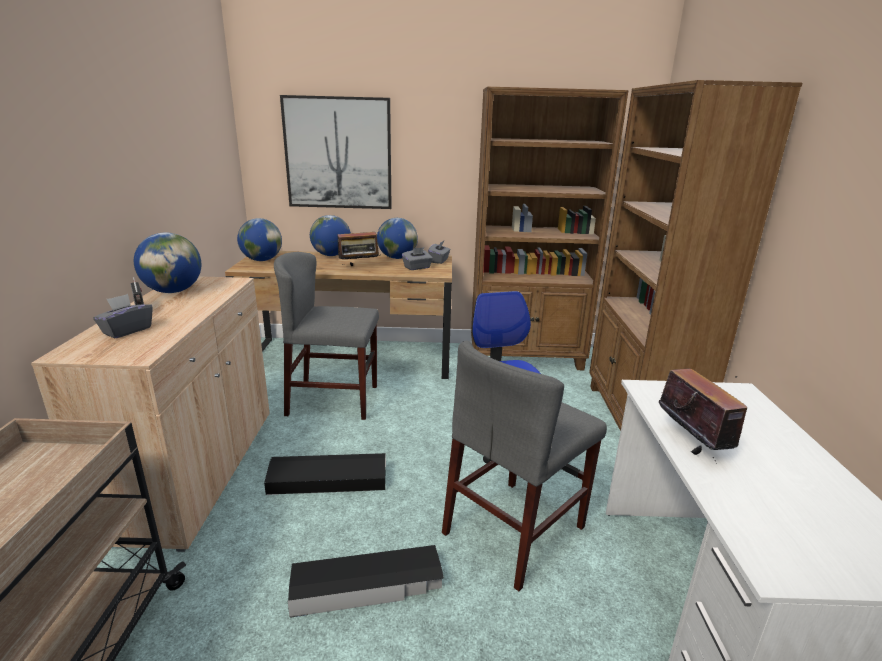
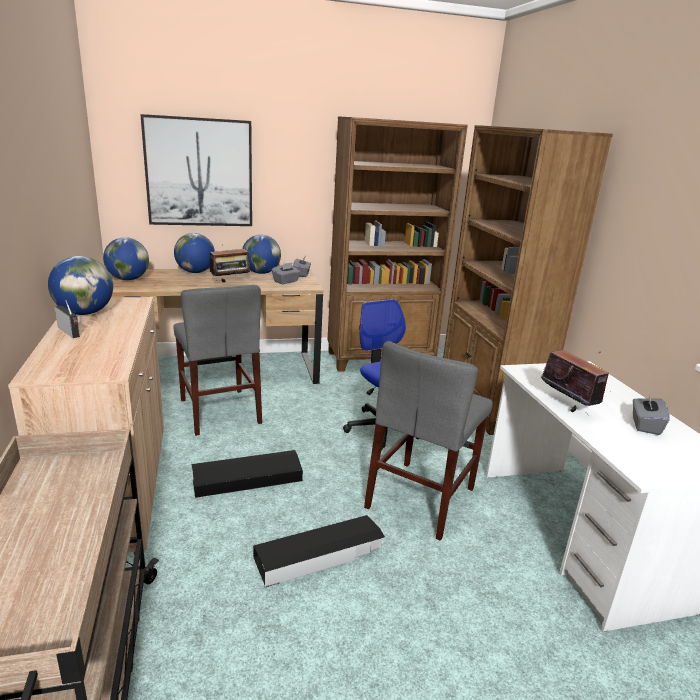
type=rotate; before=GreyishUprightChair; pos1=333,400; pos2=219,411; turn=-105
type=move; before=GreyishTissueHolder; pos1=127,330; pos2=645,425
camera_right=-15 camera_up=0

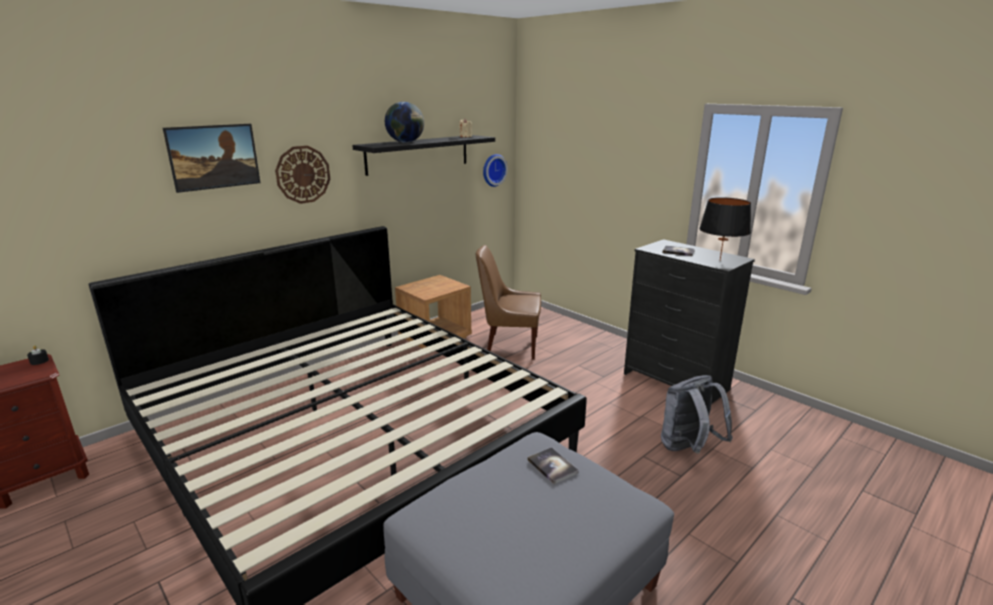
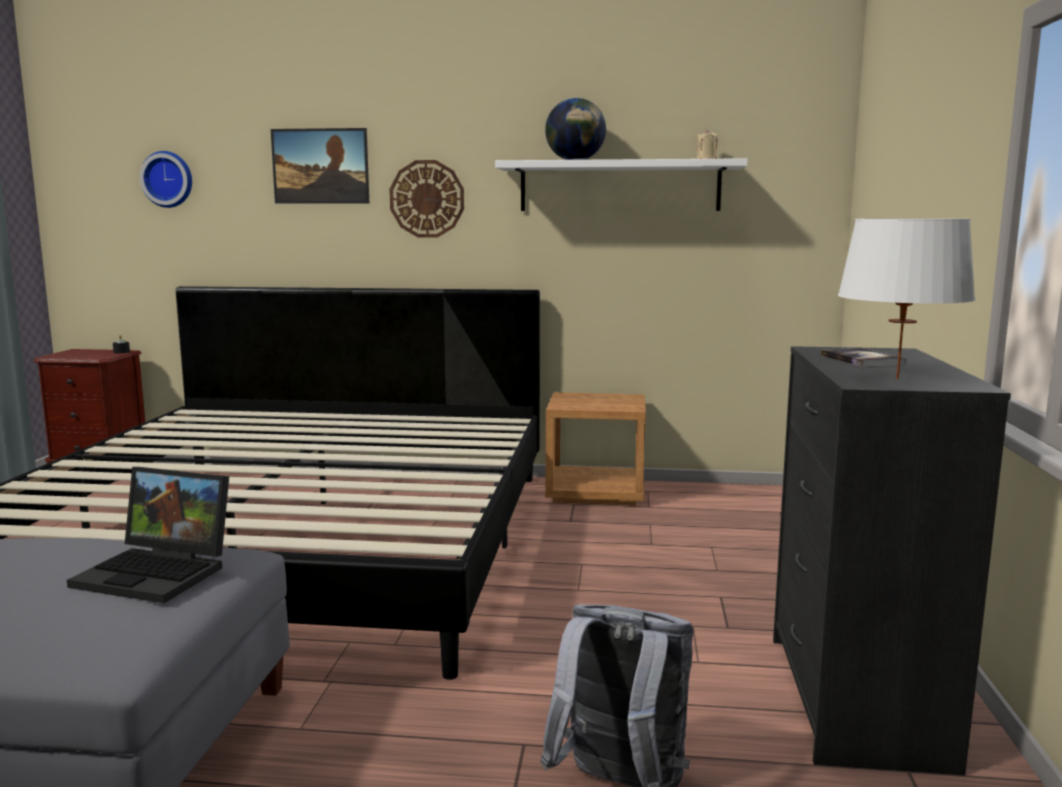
type=recolor; before=BlackColouredBracketShelf; after=WhiteColouredBracketShelf; pos1=418,154; pos2=619,187
type=move; before=WallClock; pos1=493,170; pos2=168,179
type=recolor; before=BlackColouredTabletopLamp; after=WhiteColouredTabletopLamp; pos1=720,260; pos2=898,379
type=delete; before=BrownishUprightChair; pos1=509,346
type=replace; before=Book; after=PortableComputer; pos1=552,466; pos2=160,572
camera_right=50 camera_up=-10

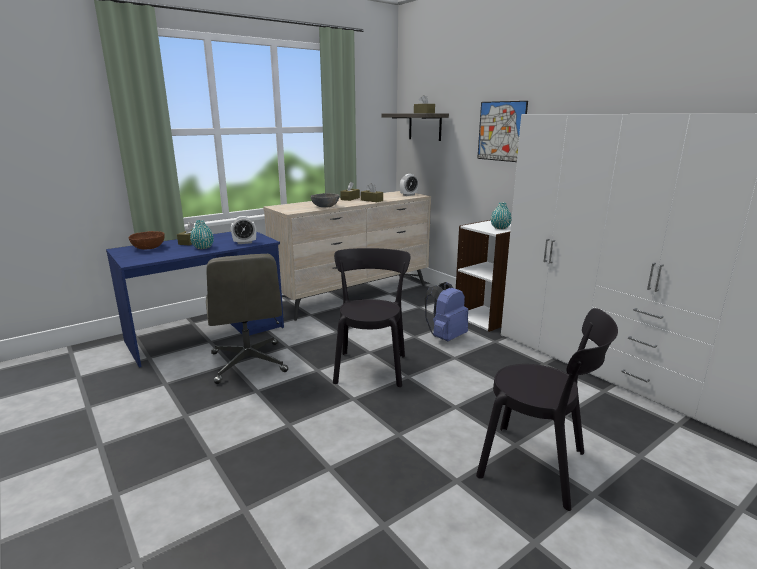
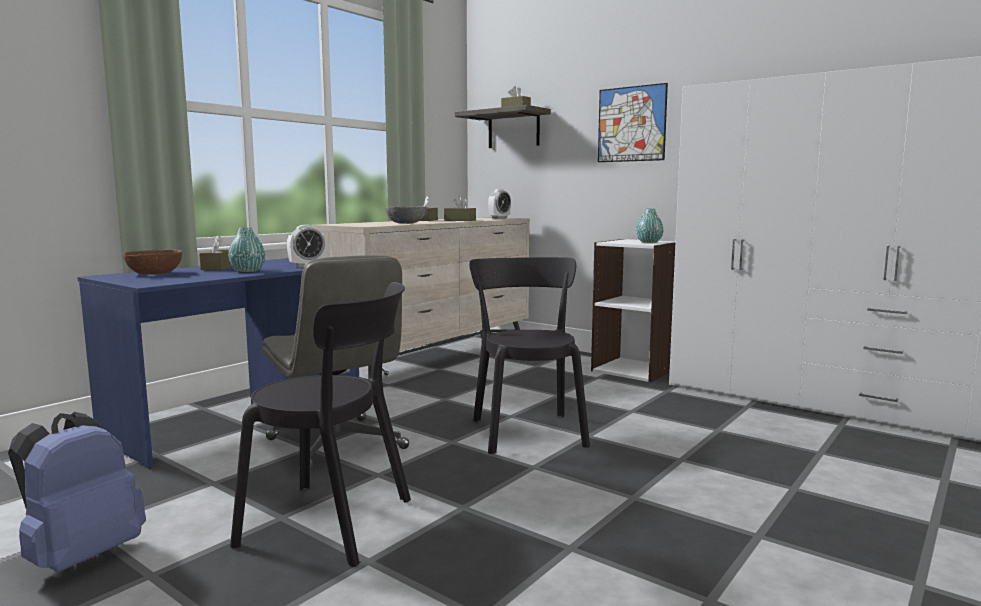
type=move; before=BlueKnapsack; pos1=445,337; pos2=81,556
type=move; before=BlackColouredUprightChair; pos1=538,466; pos2=334,523
camera_right=-15 camera_up=-10

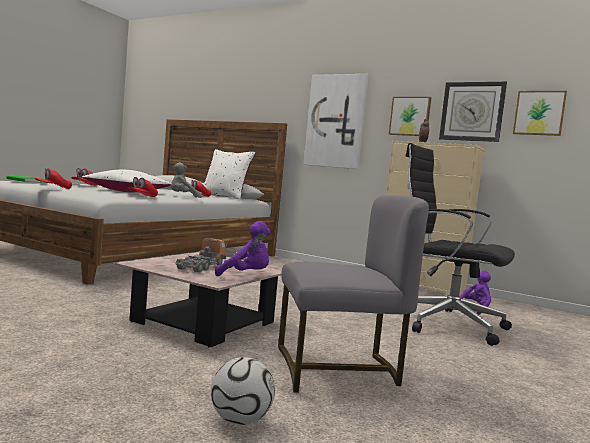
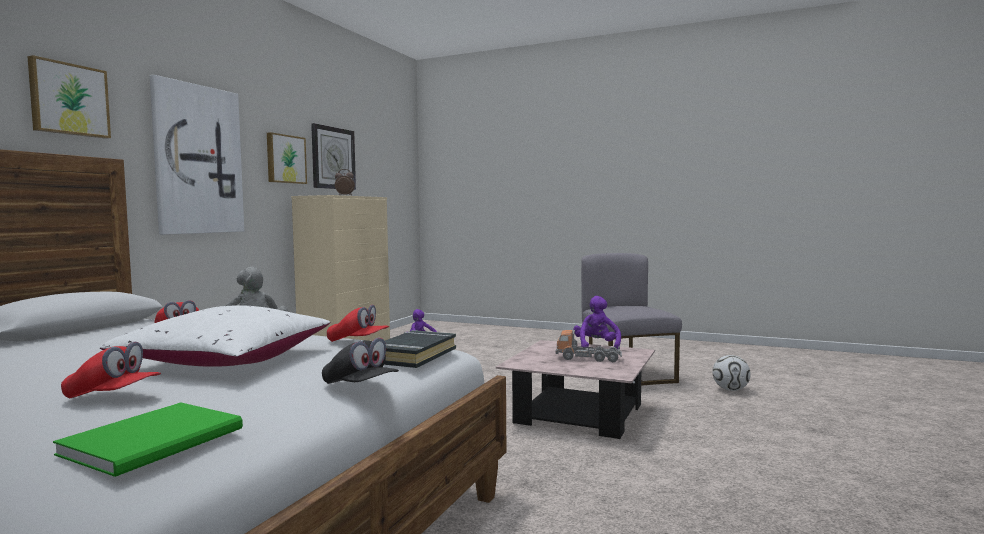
type=move; before=Picture; pos1=539,113; pos2=68,99
type=delete; before=BlackColouredDeskChair; pos1=445,323
type=delete; before=WhiteColouredCushion; pos1=224,196
type=recolor; before=ReddishPeakedCap; after=BlackColouredPeakedCap; pos1=53,188; pos2=360,387
type=insert; after=BlackColouredBook; pos2=413,355
camera_right=-95 camera_up=0

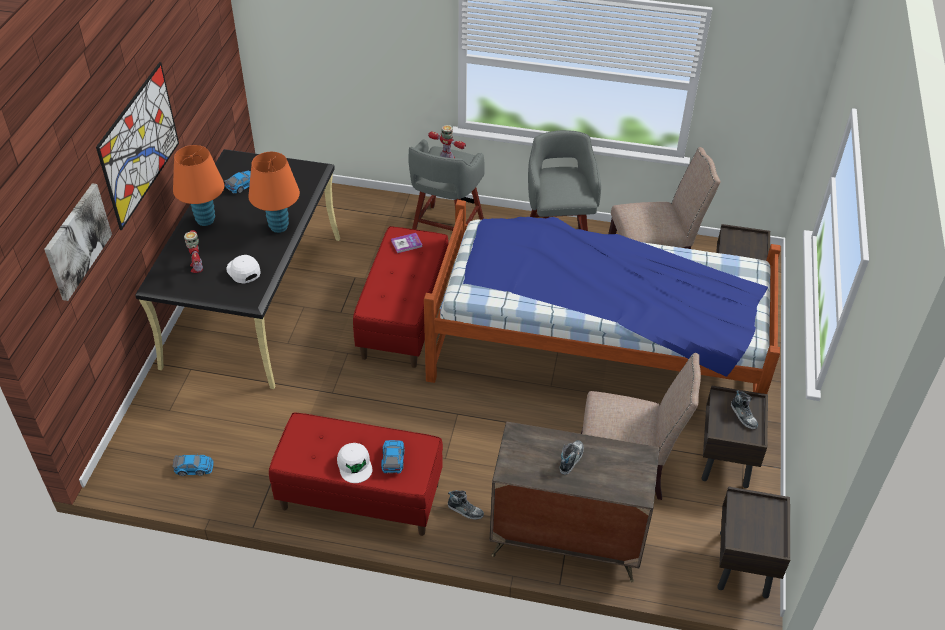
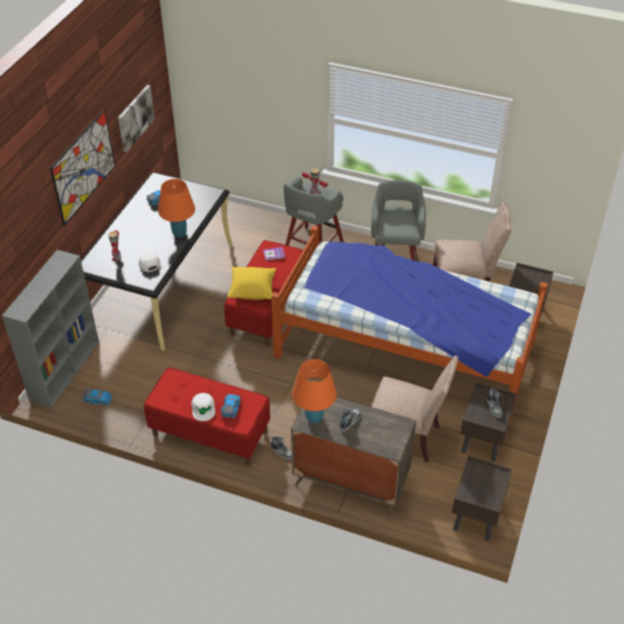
type=move; before=OrangeTabletopLamp; pos1=205,220; pos2=314,417
type=move; before=Picture; pos1=77,241; pos2=135,117
type=insert; after=GreyishBookcase; pos2=65,370
type=insert; after=YellowishCushion; pos2=252,291
camera_right=10 camera_up=0

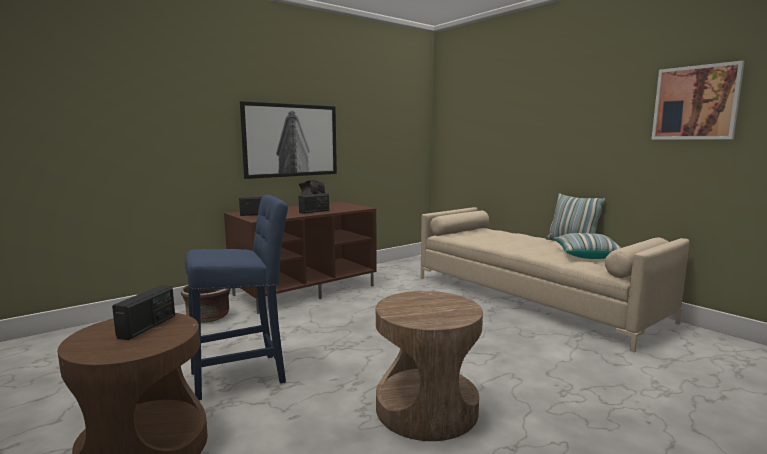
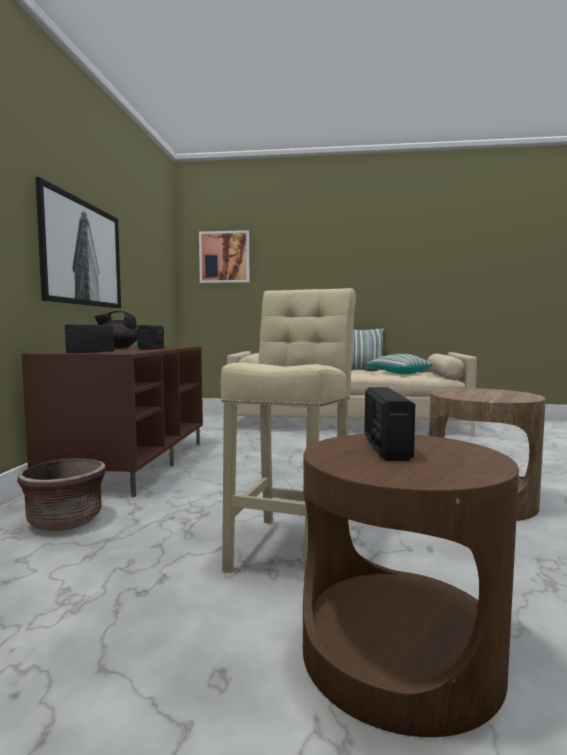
type=move; before=Picture; pos1=695,103; pos2=224,257
type=recolor; before=BlueSittingStool; after=BeigeColouredSittingStool; pos1=244,375; pos2=291,546
type=rotate; before=Radio; pos1=147,326; pos2=385,447; turn=-150
camera_right=-45 camera_up=-5

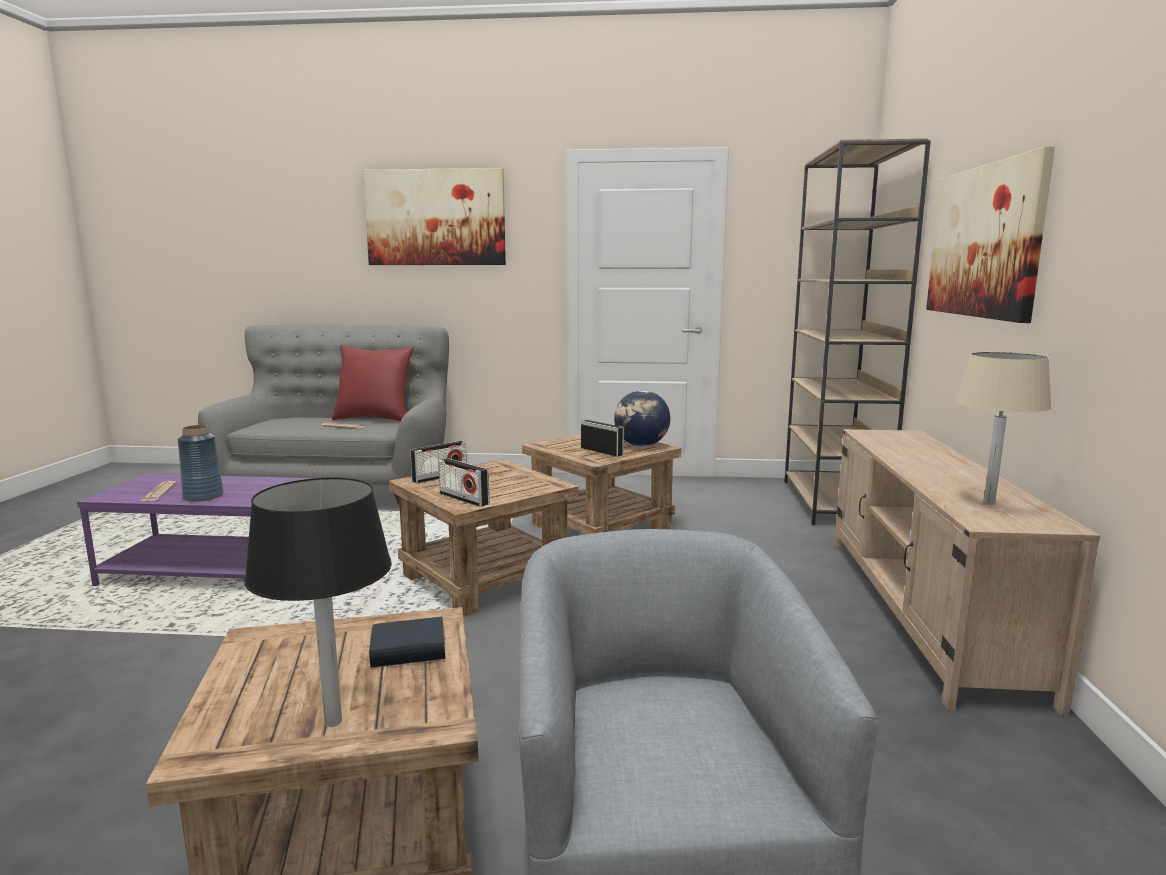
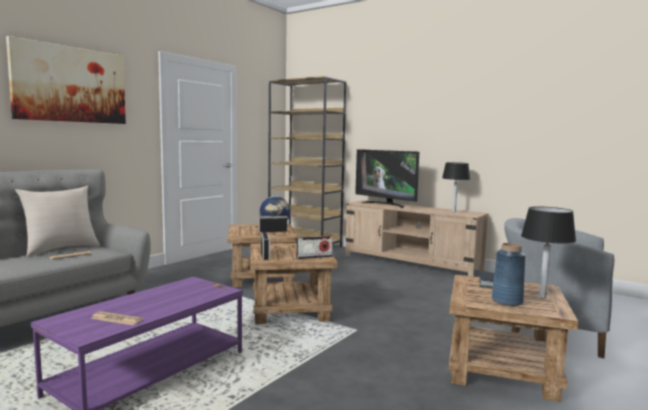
type=delete; before=Picture; pos1=984,241
type=recolor; before=ReddishCushion; after=BeigeColouredCushion; pos1=375,419; pos2=61,249
type=recolor; before=BeigeColouredTabletopLamp; after=BlackColouredTabletopLamp; pos1=989,502; pos2=454,212
type=move; before=BlueDecorativeVase; pos1=203,496; pos2=507,301
type=insert; after=Television; pos2=386,204
camera_right=-60 camera_up=-5

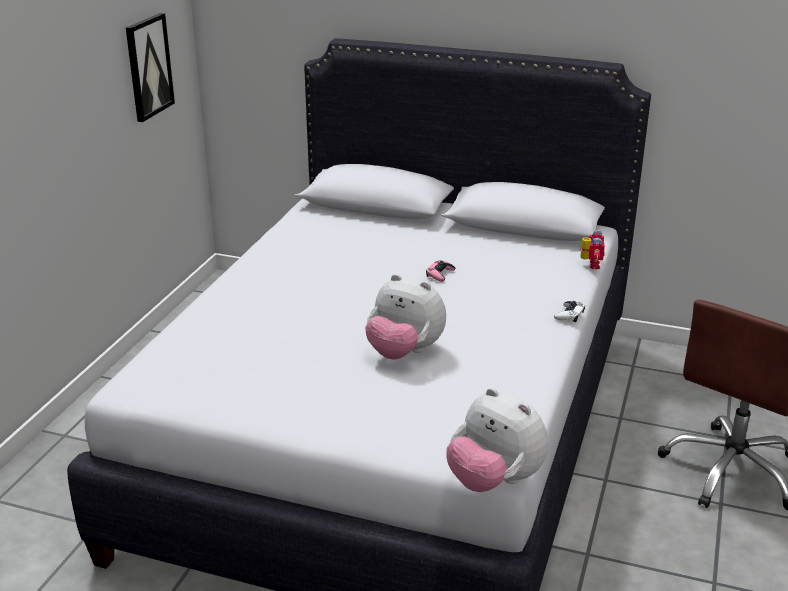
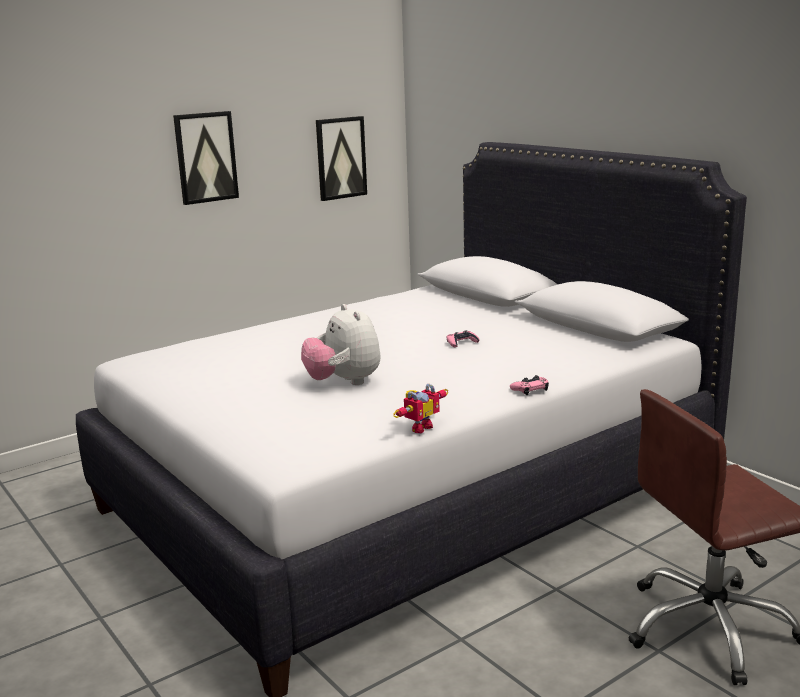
type=move; before=ModelRobot; pos1=590,265; pos2=419,427
type=recolor; before=WhiteColouredGamepad; after=PinkishGamepad; pos1=569,315; pos2=530,389
type=delete; before=CuddlyToy; pos1=494,481
type=insert; after=Picture; pos2=206,157
camera_right=35 camera_up=-10

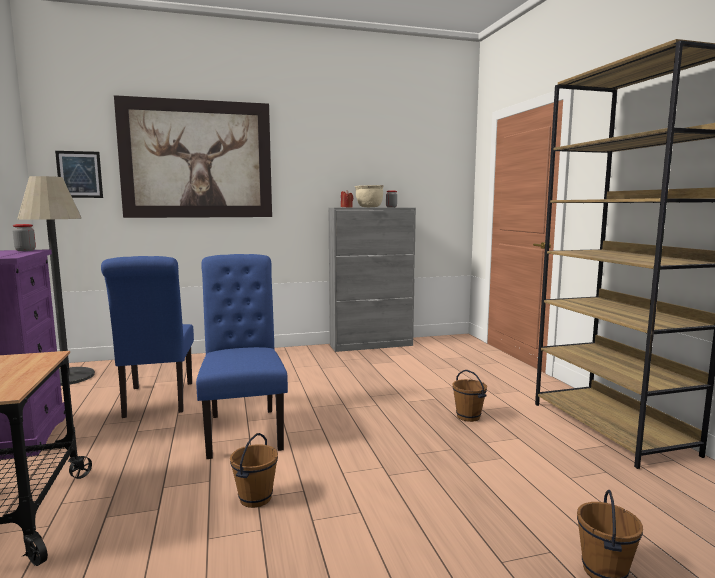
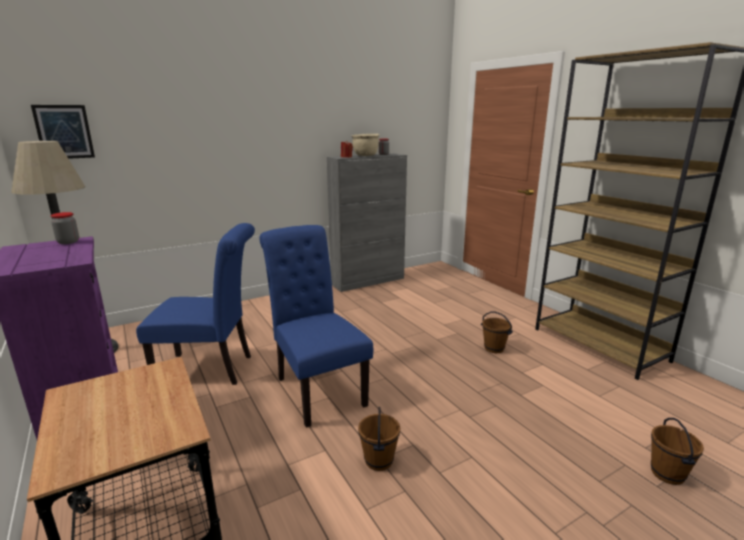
type=delete; before=Picture; pos1=197,159
type=rotate; before=BlueUprightChair; pos1=157,401; pos2=211,369; turn=-60
camera_right=-15 camera_up=10

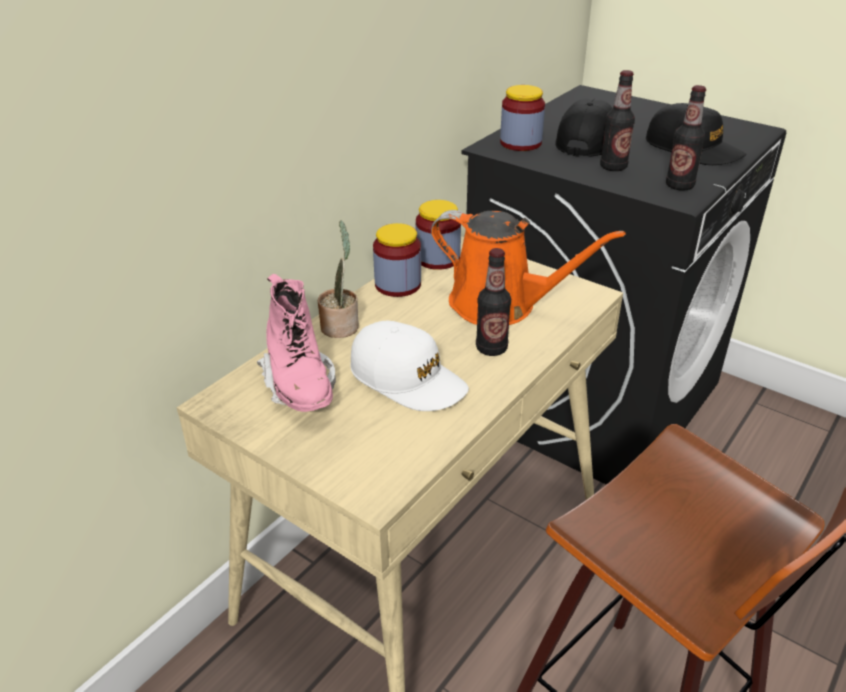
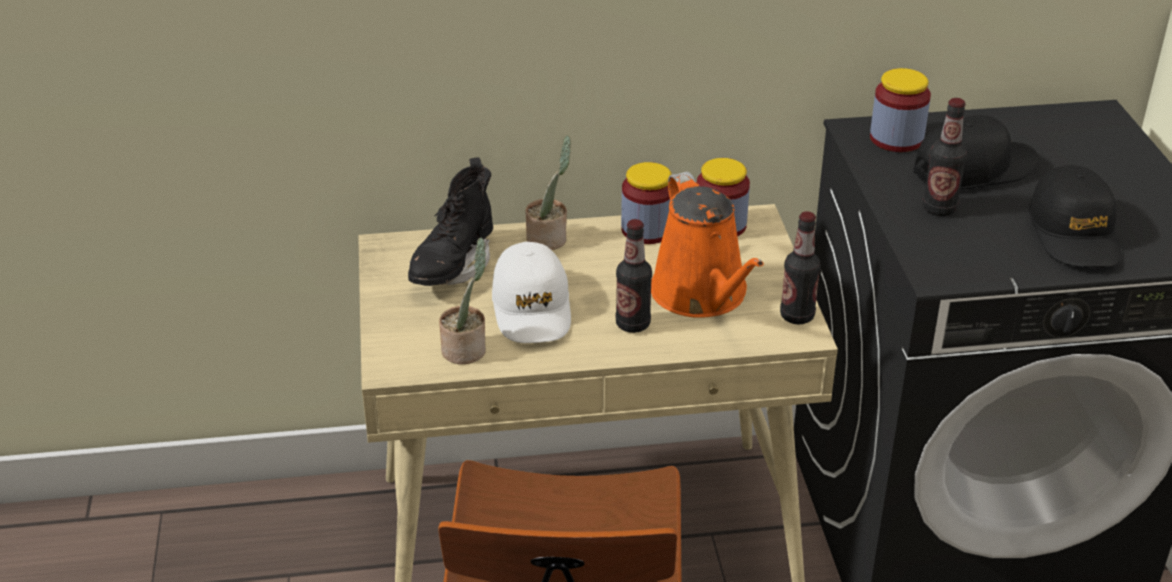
type=move; before=DrinkBottle; pos1=679,186; pos2=797,316
type=recolor; before=PinkishHighTopBoot; after=BlackColouredHighTopBoot; pos1=300,385; pos2=453,267
type=insert; after=Houseplant; pos2=466,349
camera_right=45 camera_up=0

